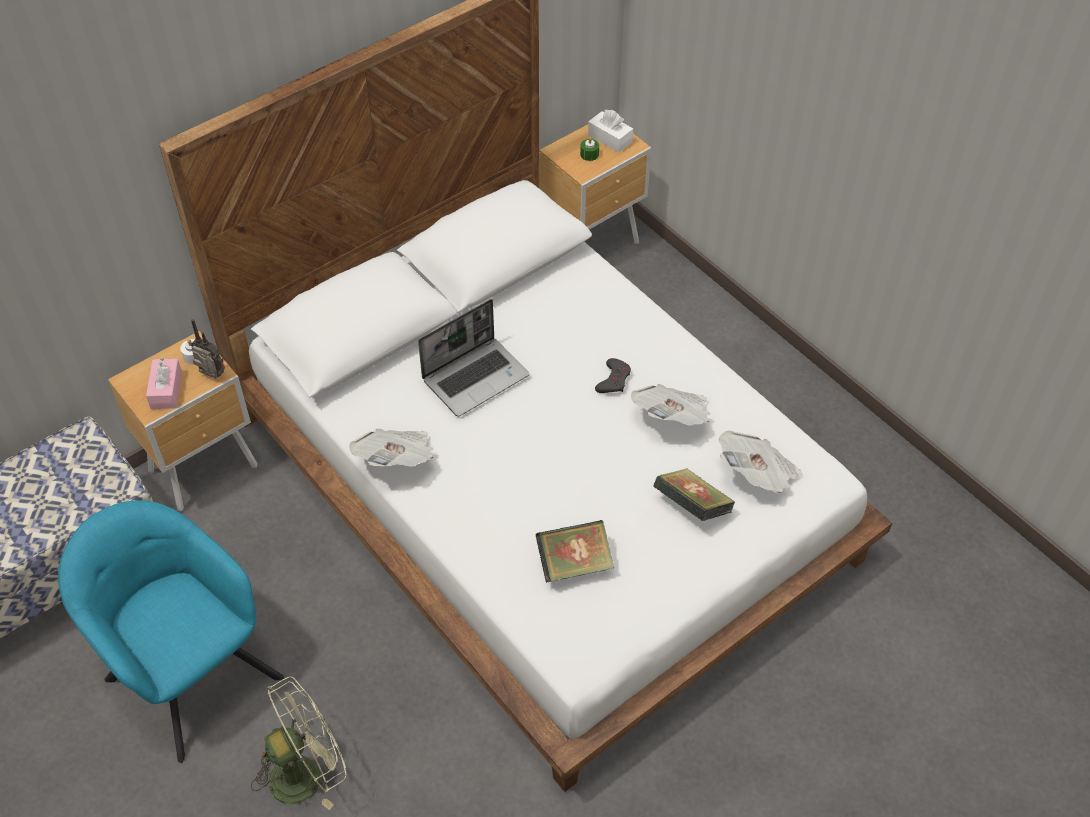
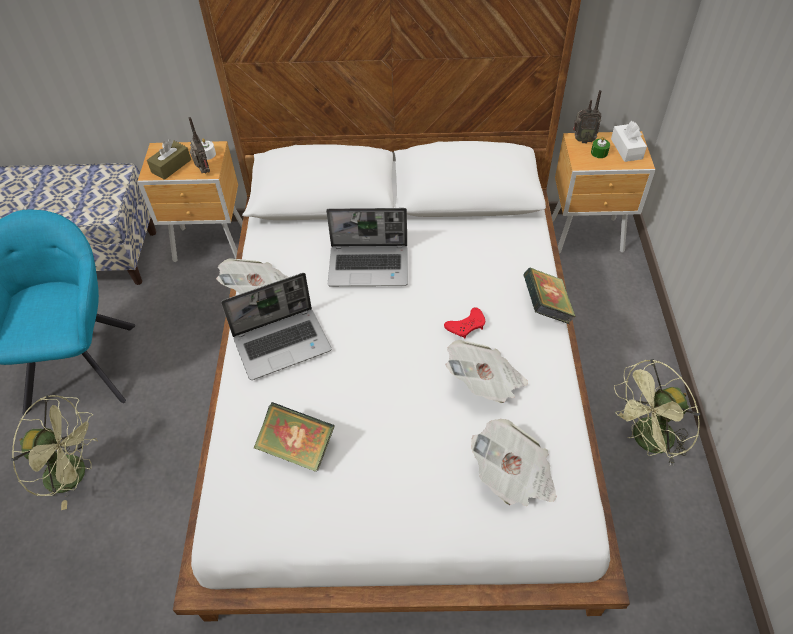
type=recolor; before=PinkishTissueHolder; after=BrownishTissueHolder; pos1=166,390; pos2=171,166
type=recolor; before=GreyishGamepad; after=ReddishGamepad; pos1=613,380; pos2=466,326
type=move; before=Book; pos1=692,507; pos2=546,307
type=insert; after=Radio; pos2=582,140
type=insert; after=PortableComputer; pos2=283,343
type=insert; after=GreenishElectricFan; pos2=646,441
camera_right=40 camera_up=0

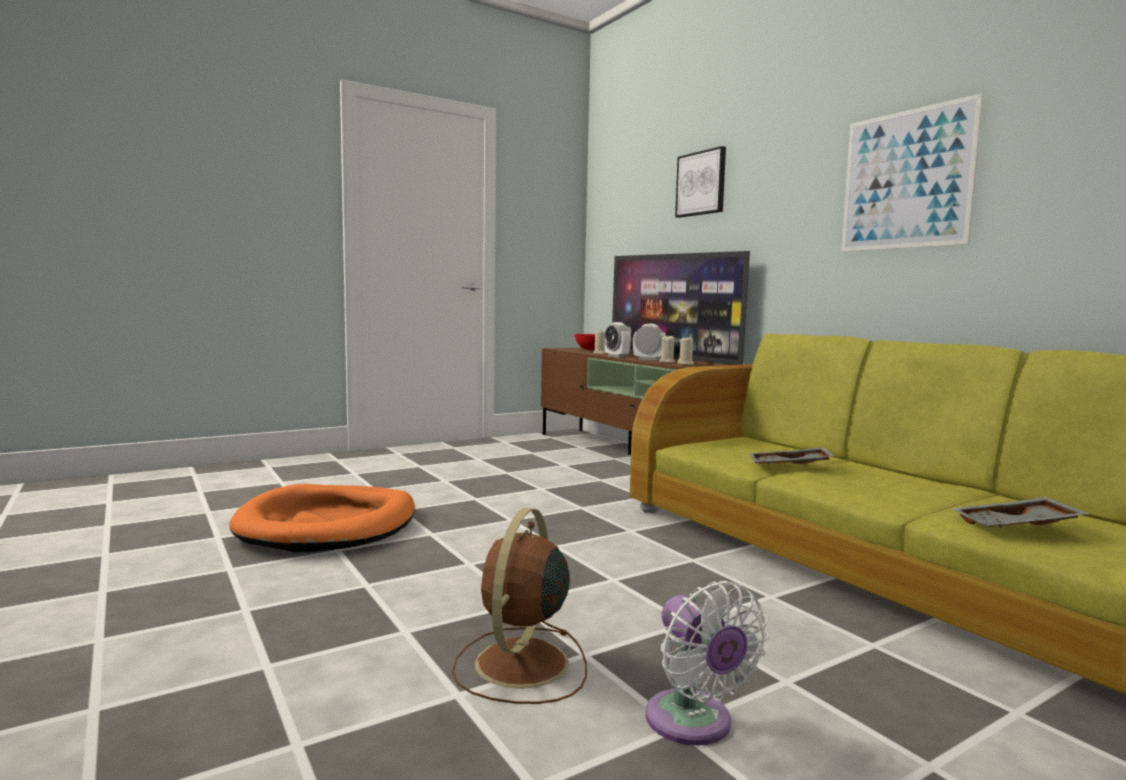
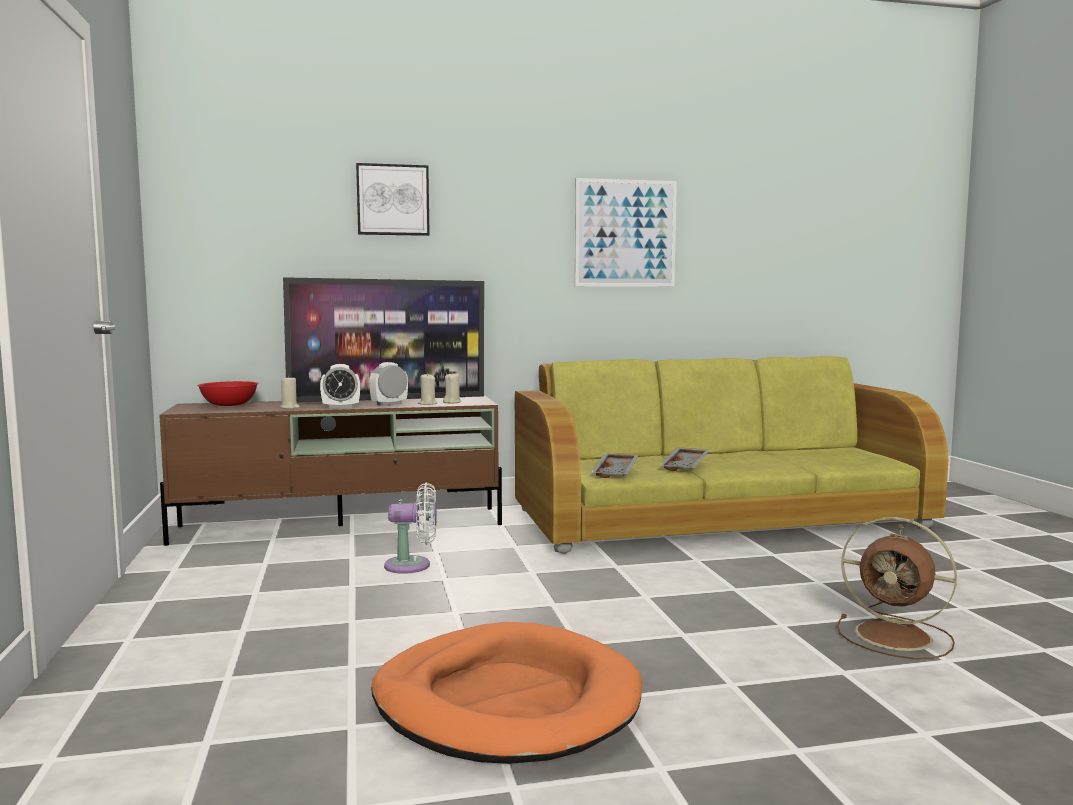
type=move; before=GreyishCarryingTray; pos1=1017,526; pos2=616,472
type=move; before=WhiteColouredElectricFan; pos1=693,724; pos2=413,565
camera_right=-70 camera_up=0

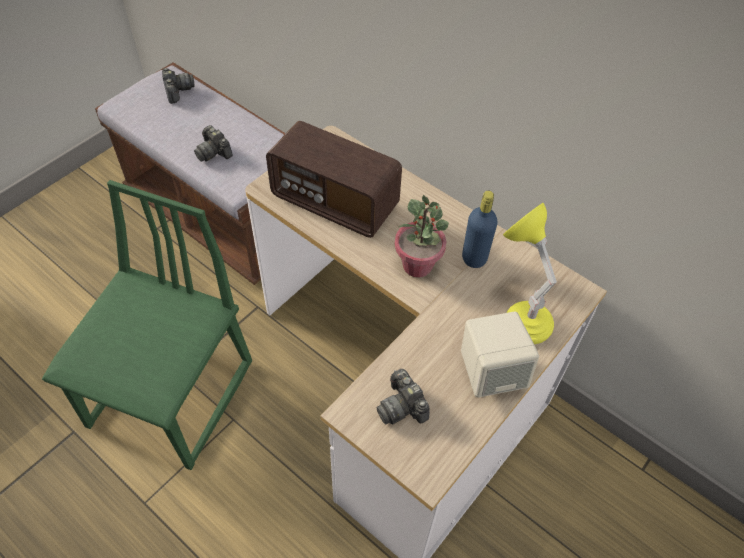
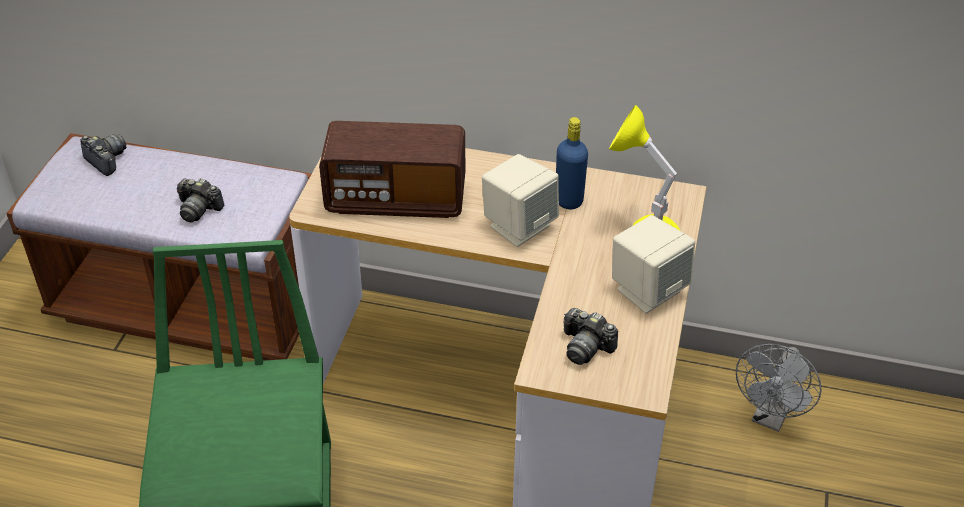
type=replace; before=Houseplant; after=BeigeColouredSpeaker; pos1=418,265; pos2=519,226
type=insert; after=GreyishElectricFan; pos2=770,417
camera_right=-25 camera_up=-10

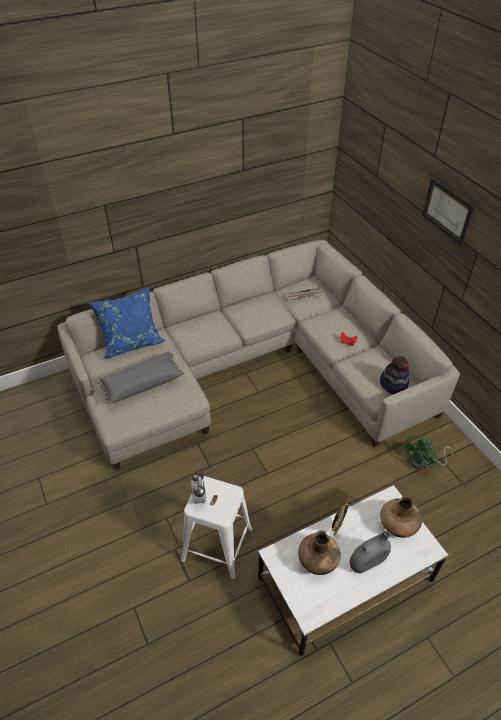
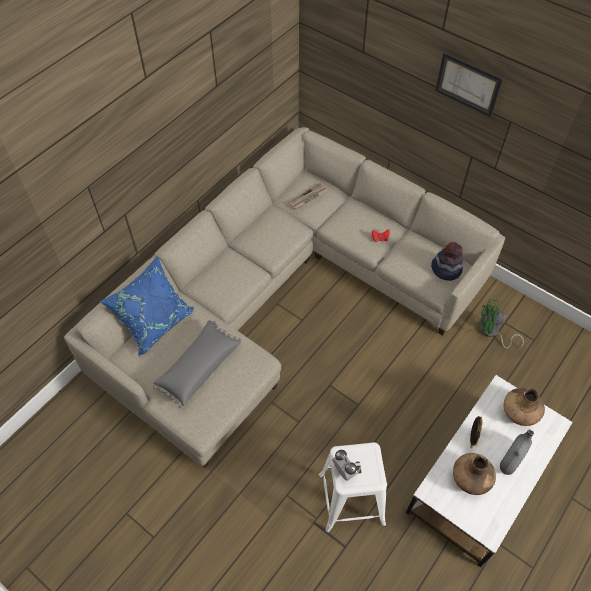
type=rotate; before=GreenishElectricFan; pos1=423,462; pos2=492,333; turn=75
camera_right=-25 camera_up=10

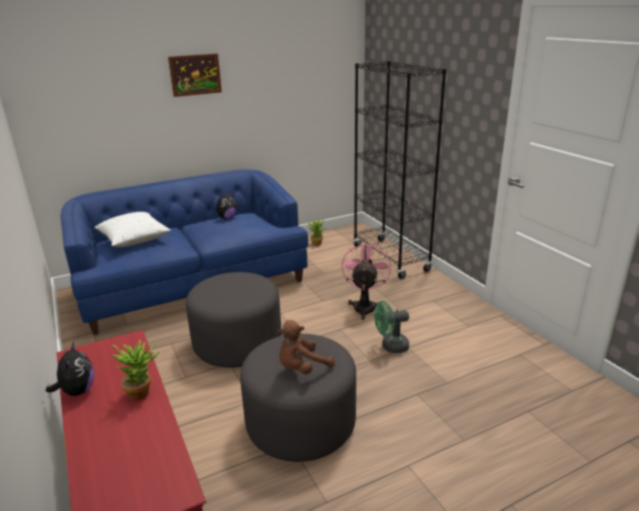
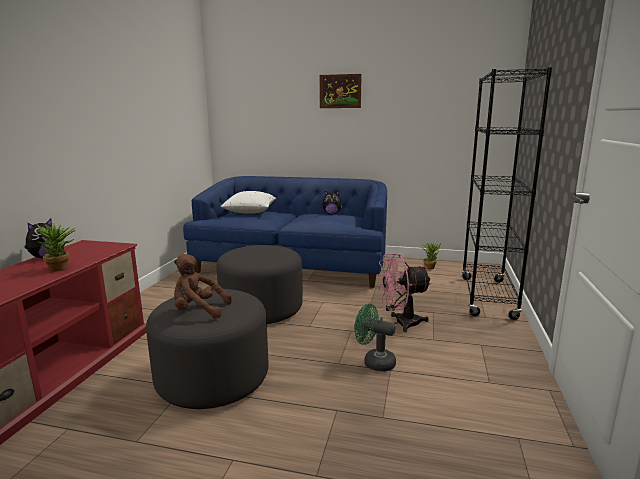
type=rotate; before=PinkishElectricFan; pos1=365,306; pos2=401,323; turn=-150
camera_right=40 camera_up=-10

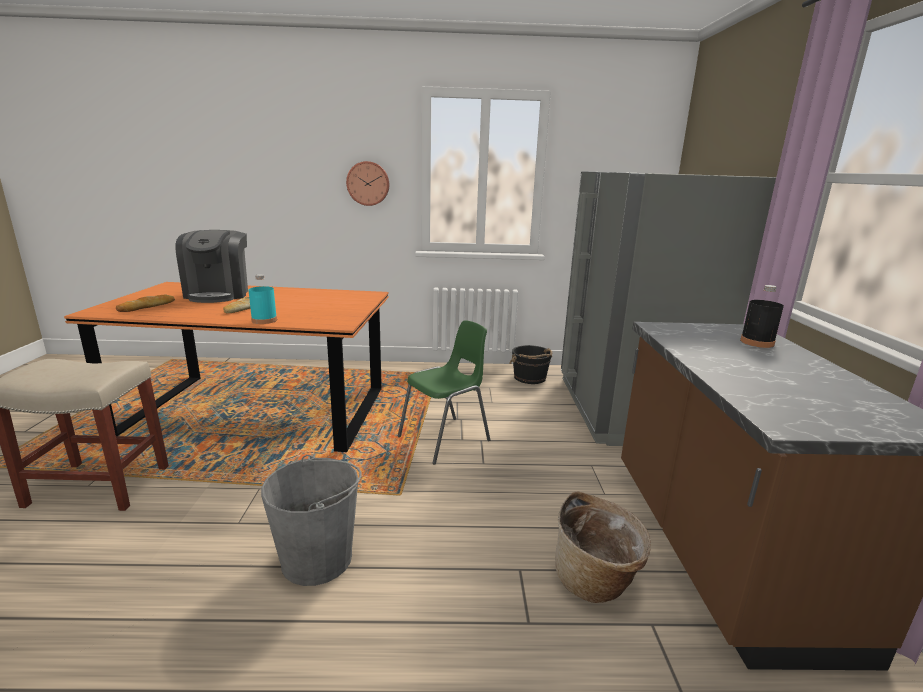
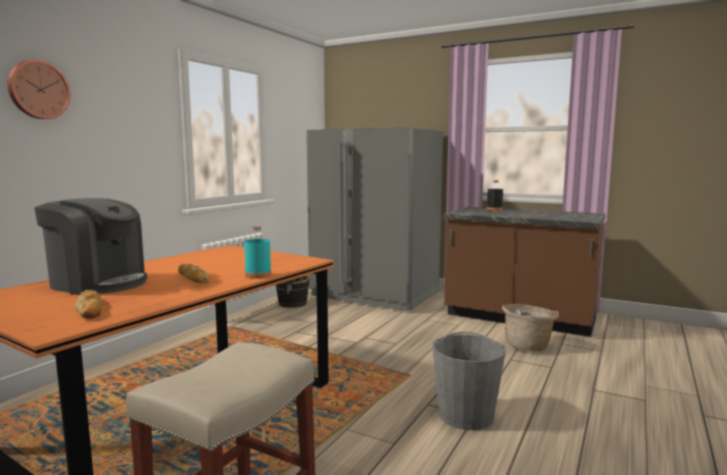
type=move; before=WallClock; pos1=368,183; pos2=38,90
type=delete; before=GreenishUprightChair; pos1=445,439
camera_right=-60 camera_up=-10

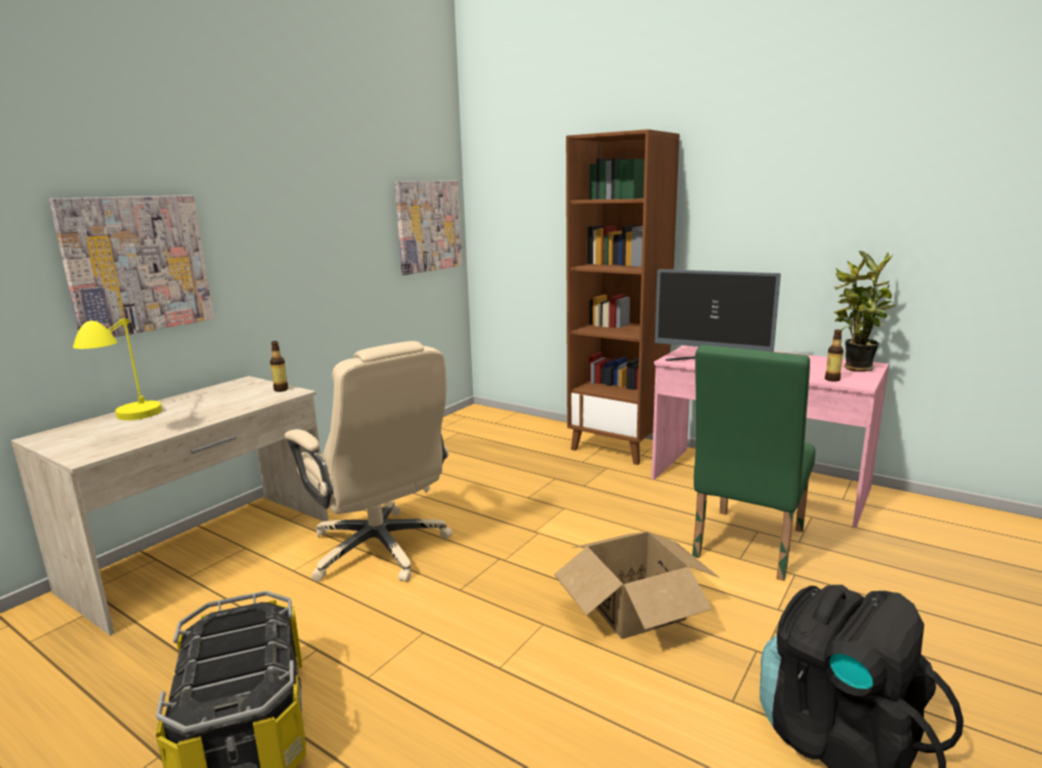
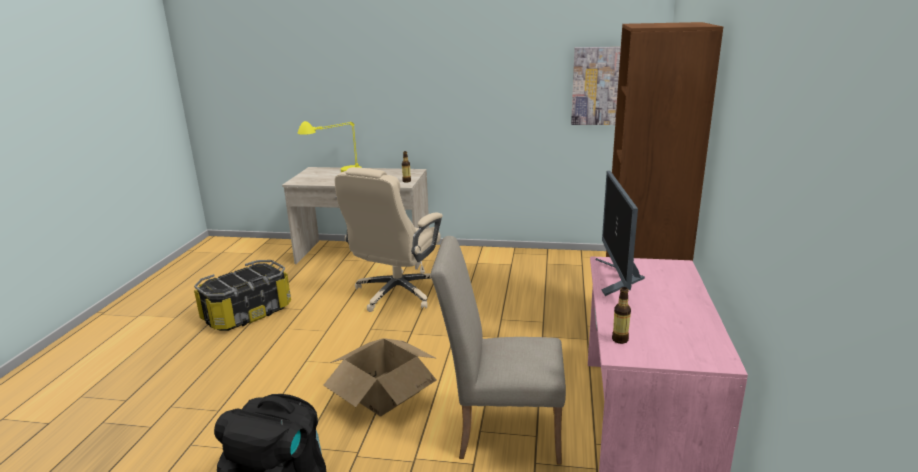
type=delete; before=Picture; pos1=137,264
type=delete; before=Houseplant; pos1=855,368
type=recolor; before=GreenishUprightChair; after=BeigeColouredUprightChair; pos1=745,547; pos2=500,432
camera_right=65 camera_up=5

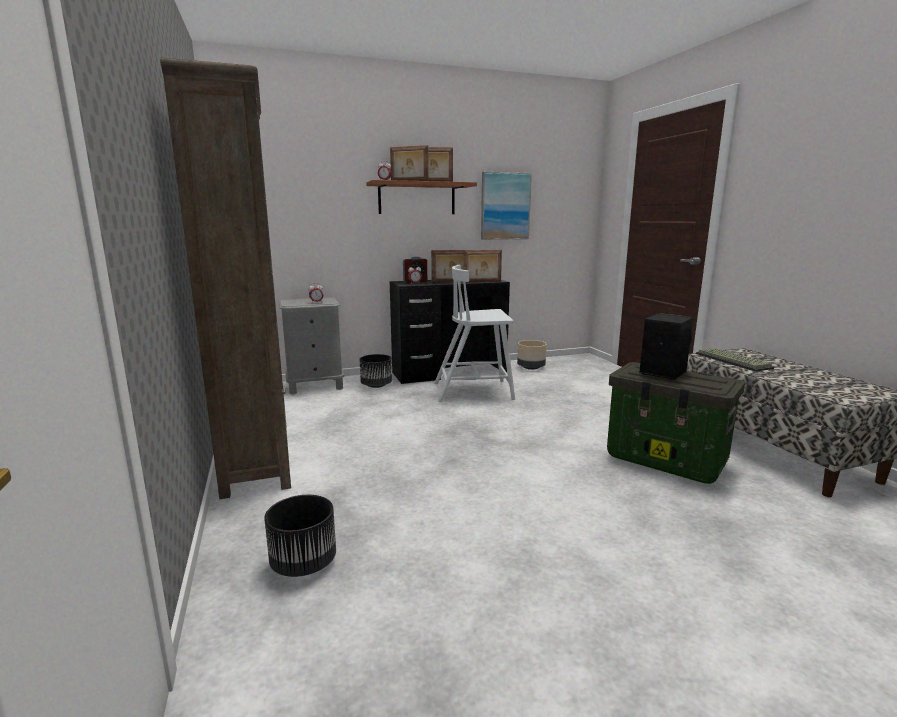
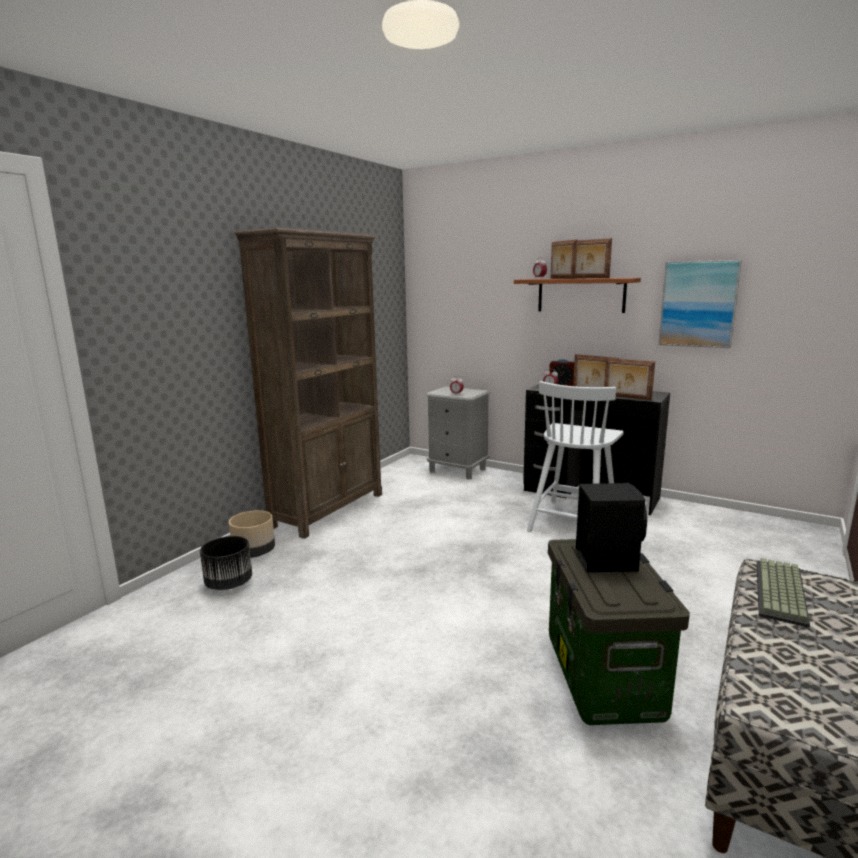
type=rotate; before=WhiteColouredUprightChair; pos1=474,391; pos2=573,521; turn=-105
type=move; before=BeigeColouredFlowerPot; pos1=531,368; pos2=254,553
type=delete; before=BlackColouredFlowerPot; pos1=376,385
camera_right=50 camera_up=0

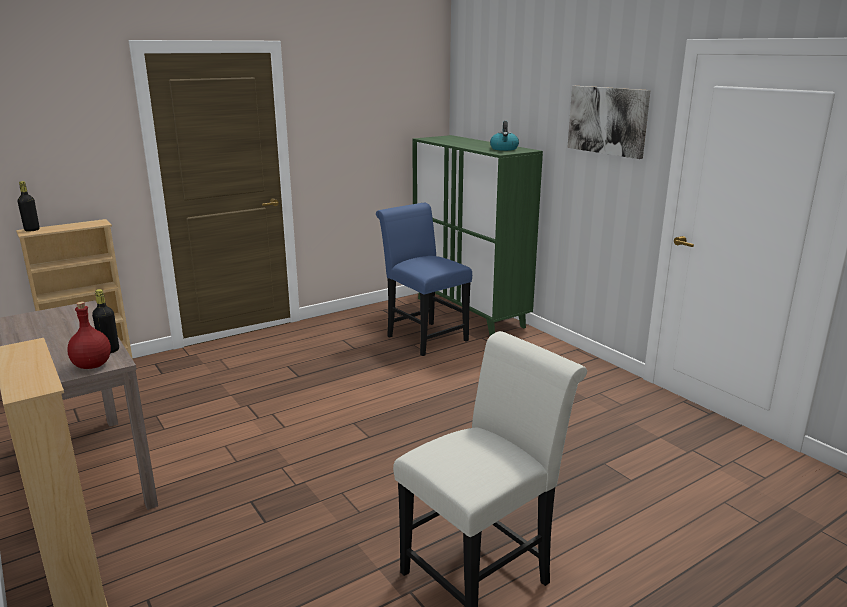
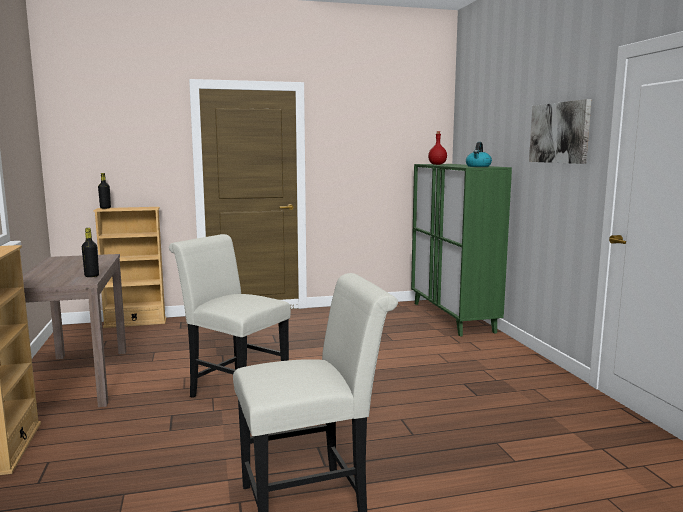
type=delete; before=BlueUprightChair; pos1=423,336
type=move; before=ReddishDrinkBottle; pos1=92,366; pos2=437,164
type=insert; after=WhiteColouredUprightChair; pos2=234,391
camera_right=20 camera_up=-10

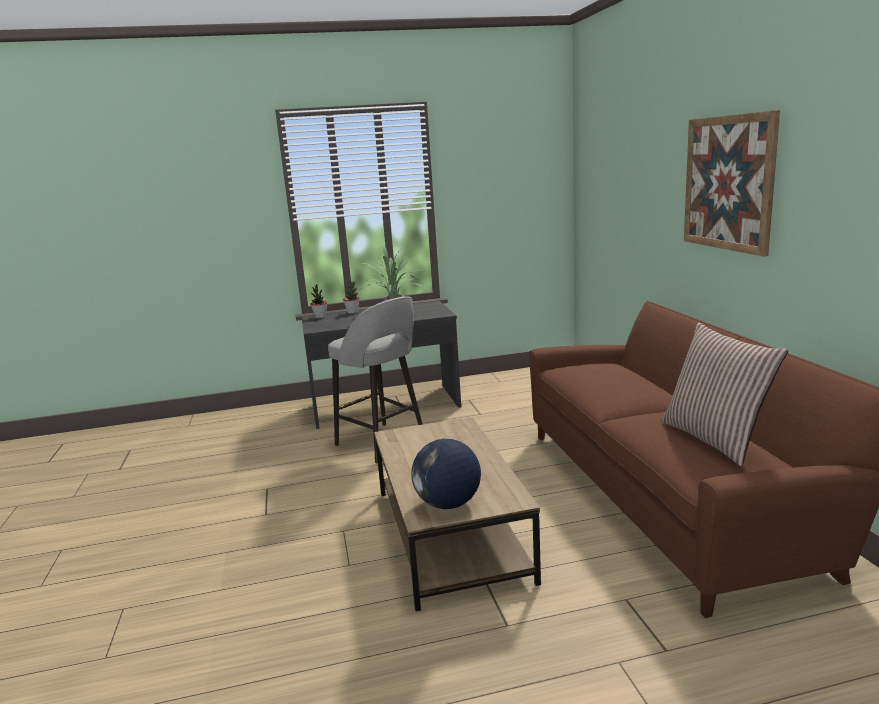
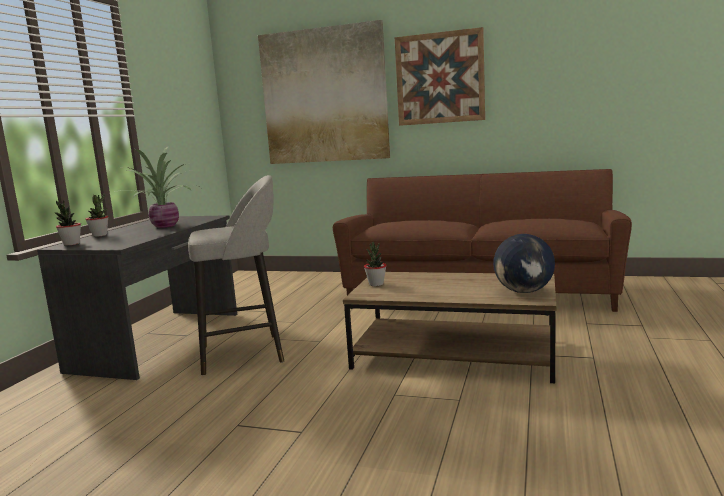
type=delete; before=Cushion; pos1=715,439
type=insert; after=Picture; pos2=324,96
type=insert; after=Houseplant; pos2=376,284
camera_right=-60 camera_up=-5

